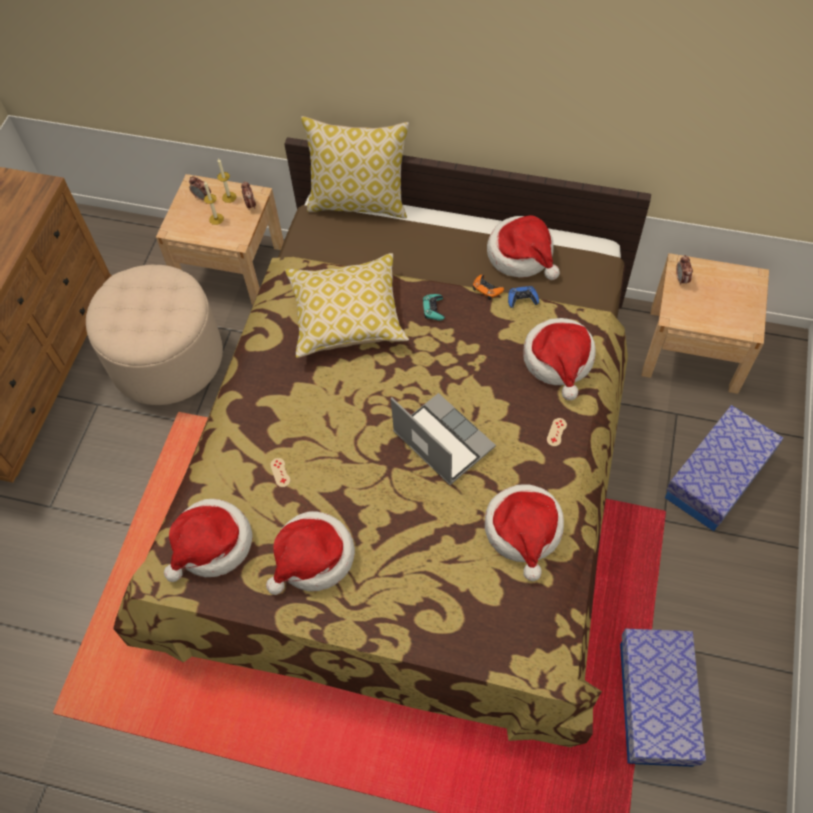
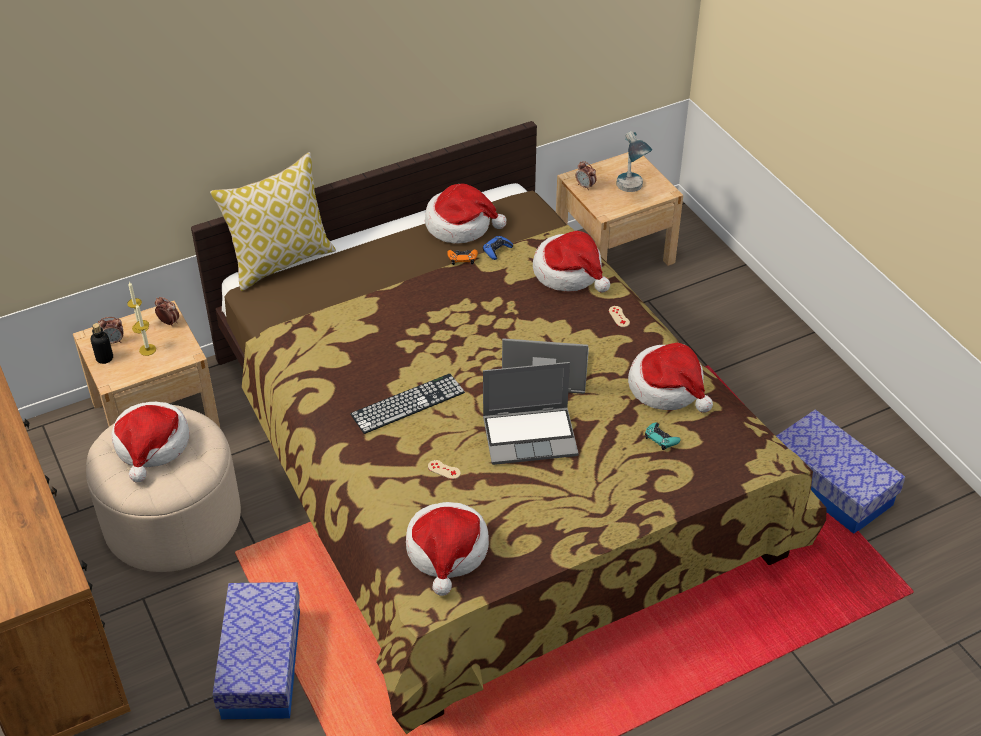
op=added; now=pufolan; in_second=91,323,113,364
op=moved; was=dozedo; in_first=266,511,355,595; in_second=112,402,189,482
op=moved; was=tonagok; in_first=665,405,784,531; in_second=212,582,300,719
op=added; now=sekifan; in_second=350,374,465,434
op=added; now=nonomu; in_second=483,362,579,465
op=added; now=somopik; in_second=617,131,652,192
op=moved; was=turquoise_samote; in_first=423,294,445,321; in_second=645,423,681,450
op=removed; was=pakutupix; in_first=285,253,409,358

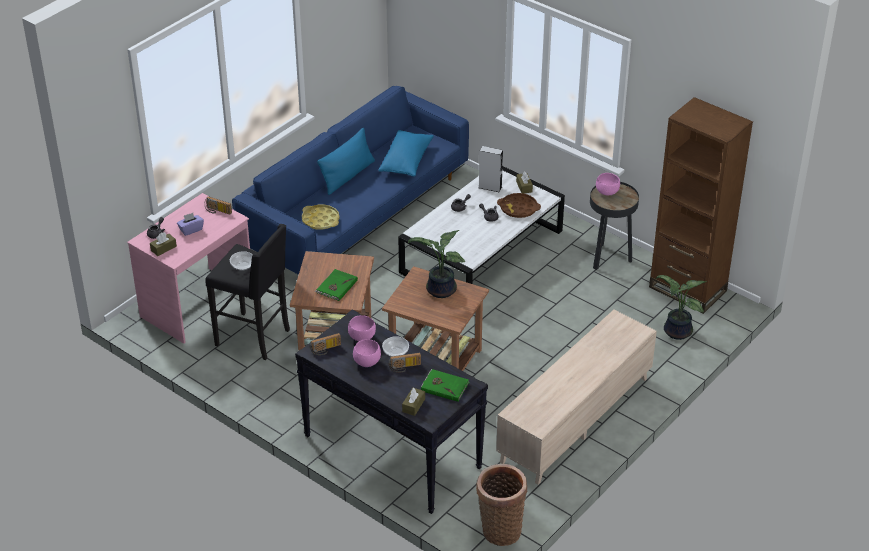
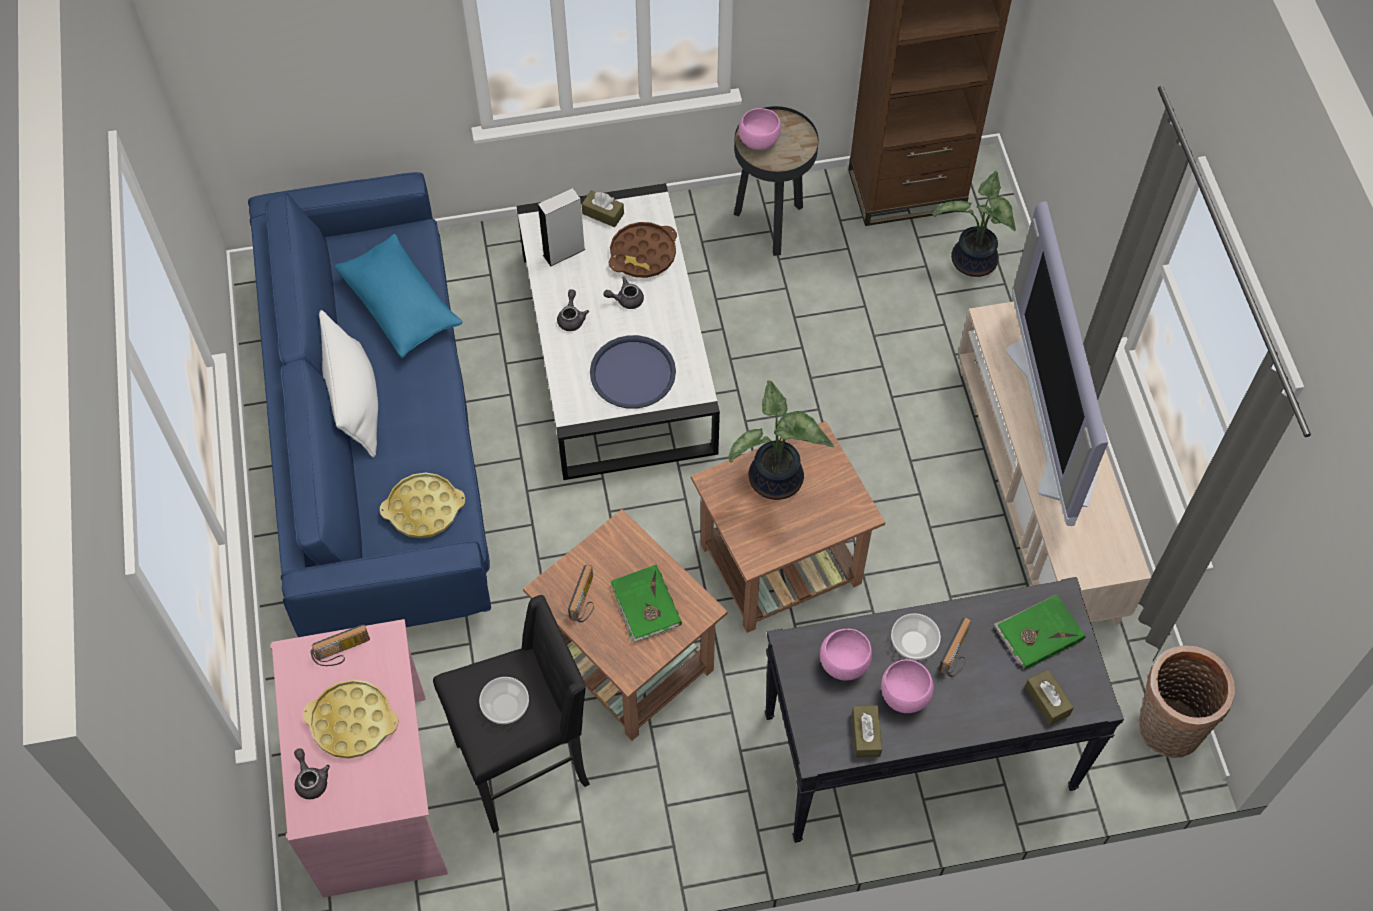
op=replaced; was=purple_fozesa; now=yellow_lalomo; in_first=177,213,204,236; in_second=302,680,399,759
op=recoloured; was=blue_pakutupix; now=white_pakutupix; in_first=317,128,375,195; in_second=319,310,378,457
op=moved; was=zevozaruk; in_first=310,333,341,355; in_second=568,564,594,623
op=added; now=blue_lalomo; in_second=590,335,676,409
op=moved; was=brown_fozesa; in_first=150,232,177,256; in_second=852,705,882,758
op=added; now=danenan; in_second=1006,201,1108,526

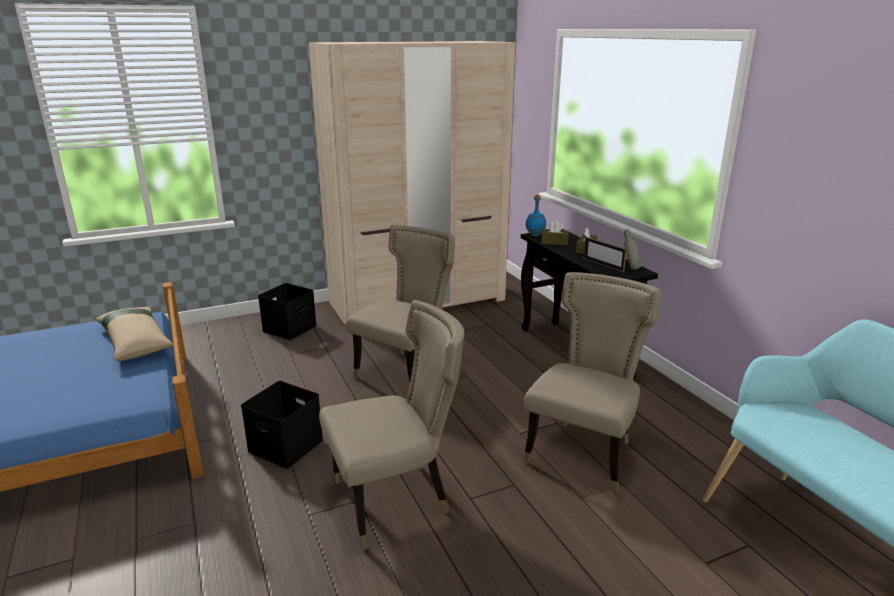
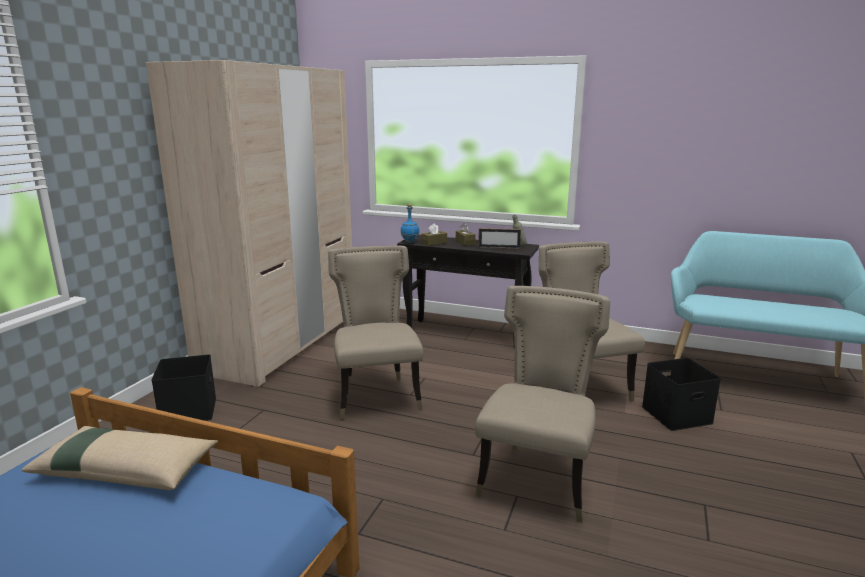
op=moved; was=black_tonagok; in_first=241,381,323,468; in_second=642,358,721,431

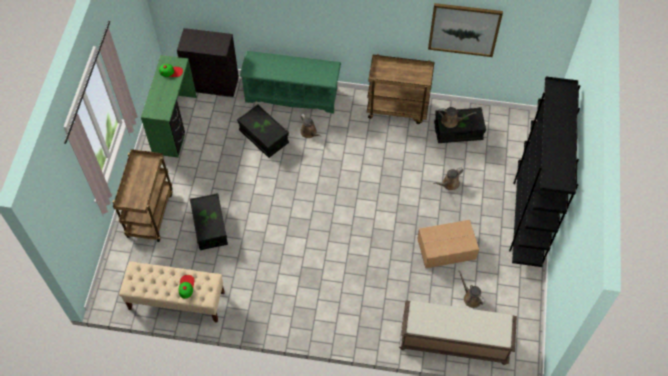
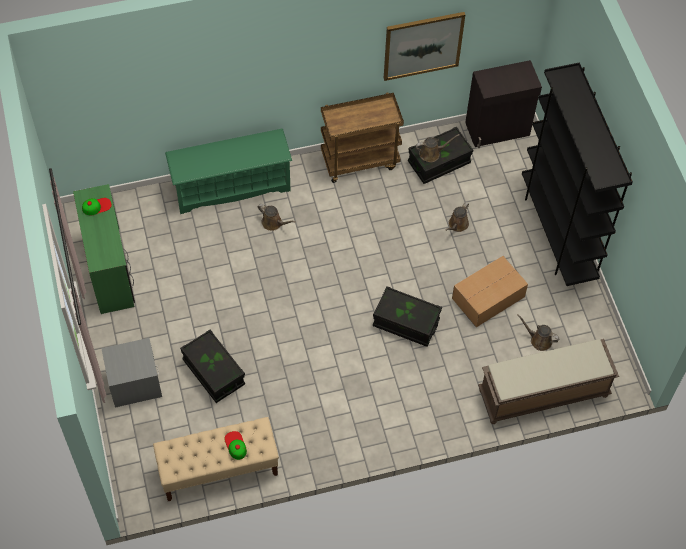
op=replaced; was=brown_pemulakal; now=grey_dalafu; in_first=113,149,173,242; in_second=101,338,162,407
op=moved; was=black_tonagok; in_first=237,104,289,158; in_second=373,286,442,347
op=moved; was=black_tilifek; in_first=177,28,239,97; in_second=465,60,542,148

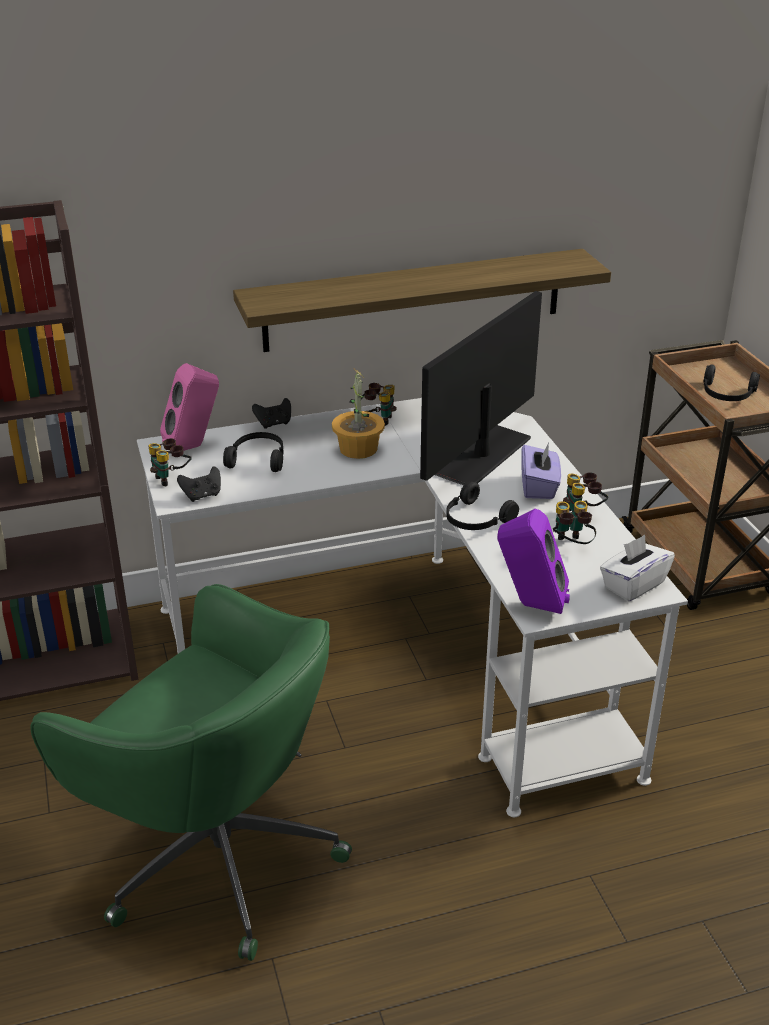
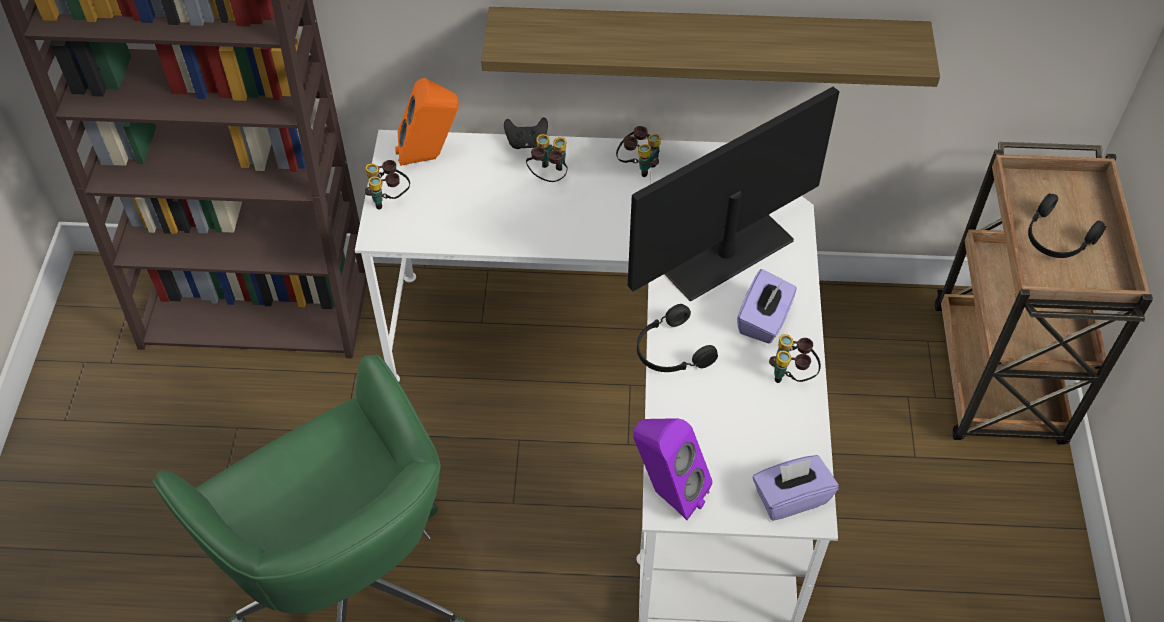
op=recoloured; was=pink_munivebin; now=orange_munivebin; in_first=160,363,219,451; in_second=395,78,459,166
op=moved; was=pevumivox; in_first=553,501,596,544; in_second=526,134,568,182
op=recoloured; was=white_fozesa; now=purple_fozesa; in_first=600,535,675,602; in_second=753,455,839,521
op=removed; was=black_samote; in_first=177,466,221,502
op=removed; was=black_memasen; in_first=223,432,284,472
op=removed; was=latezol; in_first=332,368,385,459

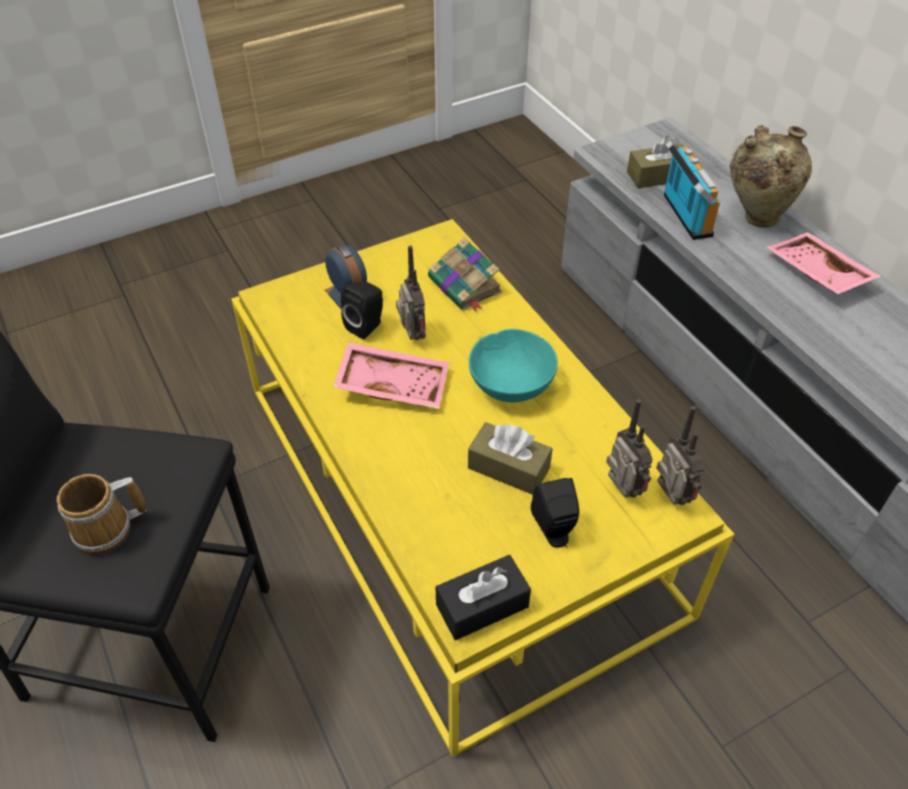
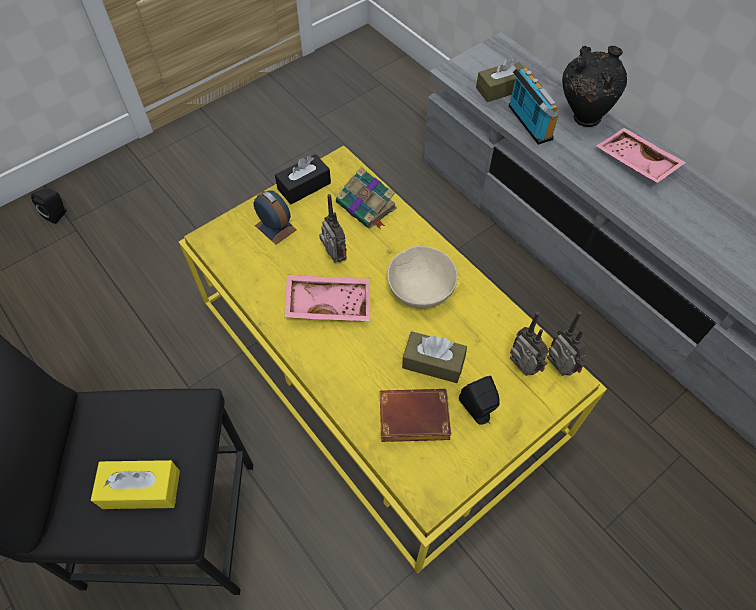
op=moved; was=black_munivebin; in_first=341,282,383,339; in_second=31,189,67,224
op=replaced; was=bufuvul; now=yellow_fozesa; in_first=57,474,146,555; in_second=91,460,180,509
op=moved; was=black_fozesa; in_first=435,555,531,640; in_second=275,154,331,204
op=added; now=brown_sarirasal; in_second=380,389,451,442
op=recoloured; was=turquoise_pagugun; now=beige_pagugun; in_first=469,329,558,403; in_second=387,246,458,308
op=recoloured; was=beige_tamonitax; now=black_tamonitax; in_first=729,125,812,228; in_second=562,46,627,127

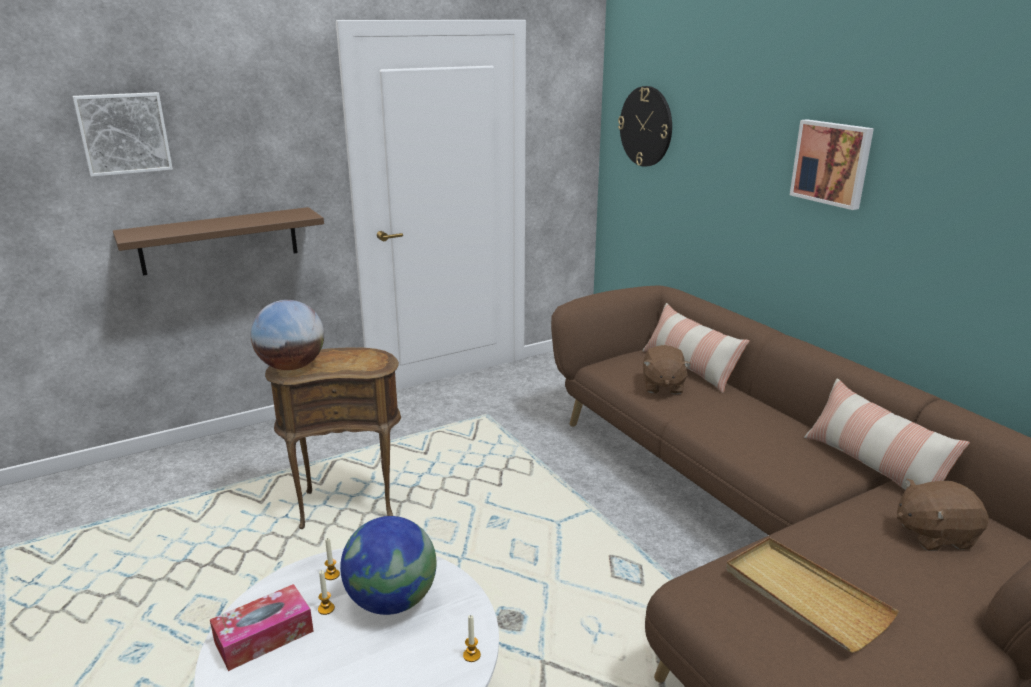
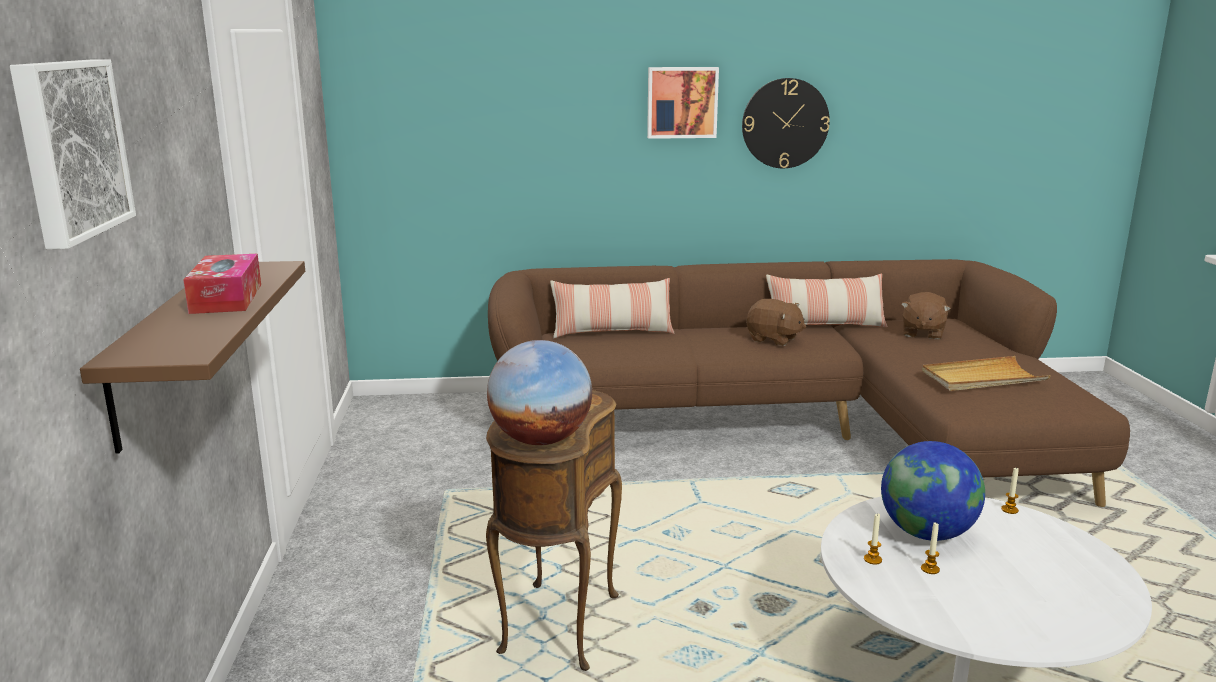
op=moved; was=fozesa; in_first=210,584,314,671; in_second=183,254,261,314
op=moved; was=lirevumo; in_first=618,86,672,167; in_second=742,78,830,168
op=moved; was=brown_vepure; in_first=643,345,691,394; in_second=746,299,806,346

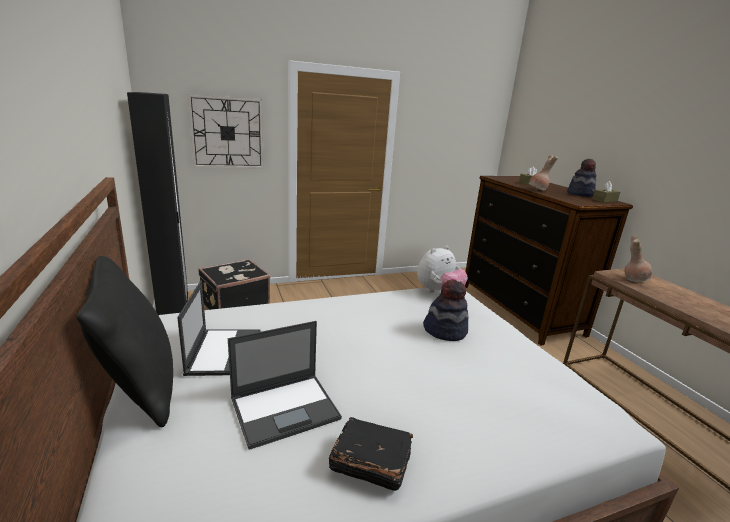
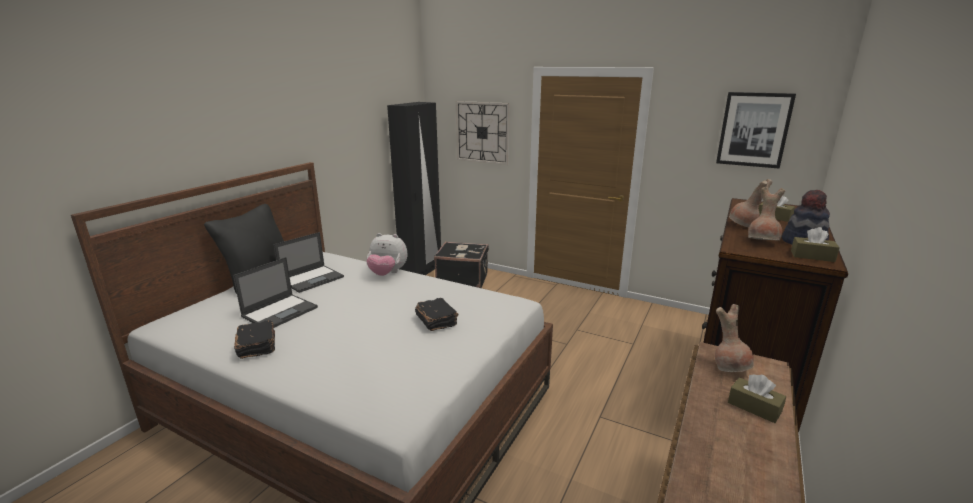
op=turned; was=nonomu; in_first=228,321,342,450; in_second=233,257,318,328; clockwise=-75
op=moved; was=vepure; in_first=417,246,468,293; in_second=366,233,407,276
op=replaced; was=dozedo; now=black_sarirasal; in_first=423,279,468,341; in_second=415,298,459,331
op=added; now=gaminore; in_second=716,92,796,169
op=added; now=brown_fozesa; in_second=728,375,786,423
op=added; now=brown_tamonitax; in_second=748,187,785,241

